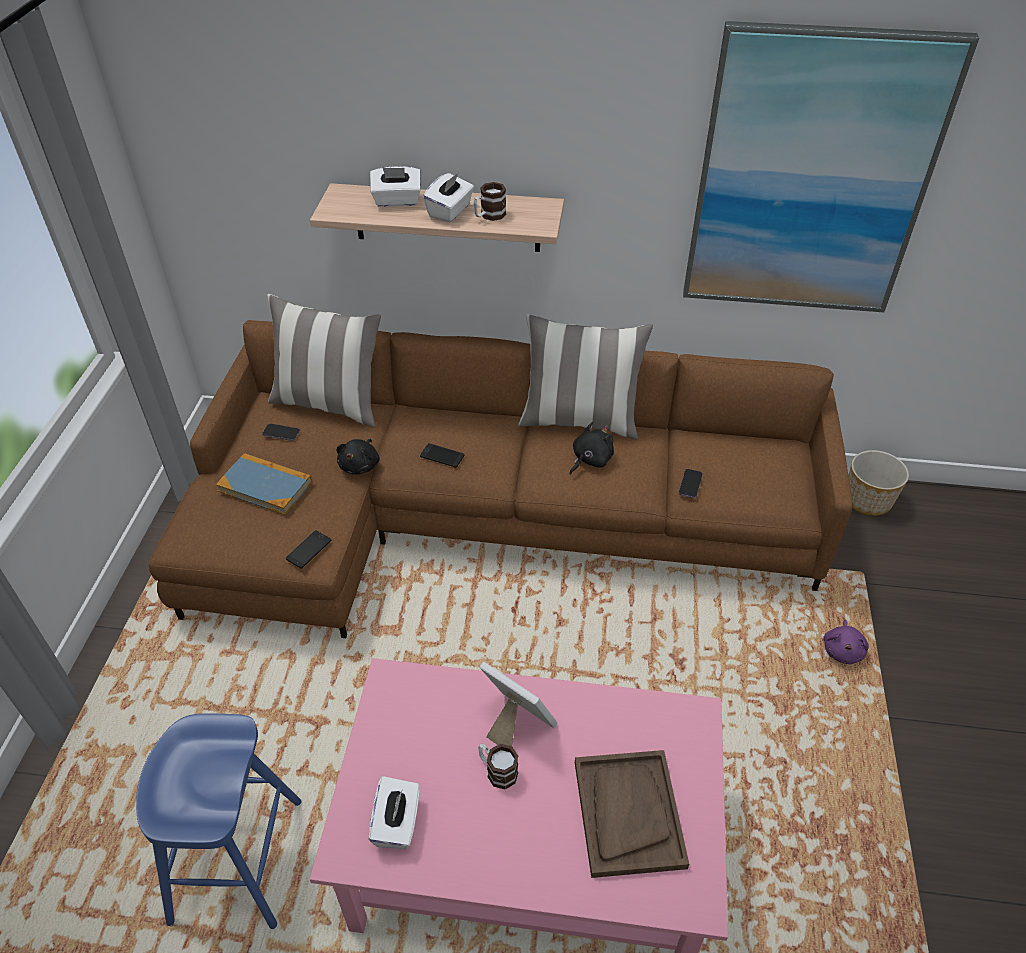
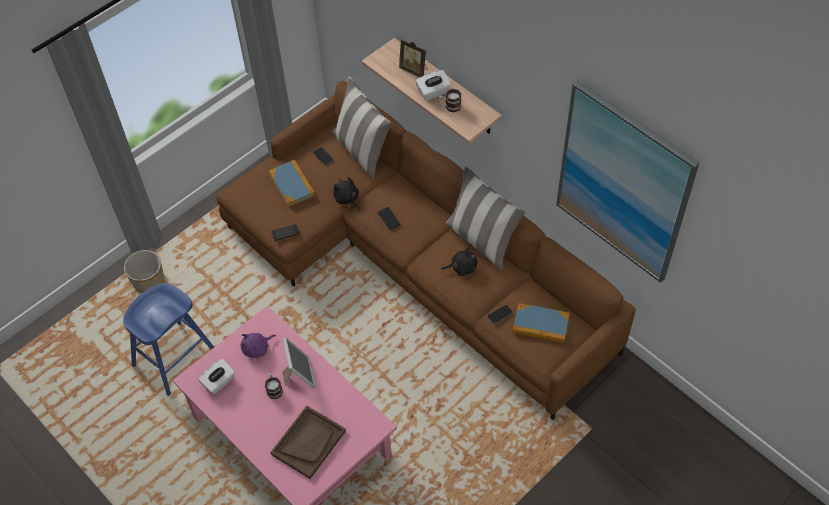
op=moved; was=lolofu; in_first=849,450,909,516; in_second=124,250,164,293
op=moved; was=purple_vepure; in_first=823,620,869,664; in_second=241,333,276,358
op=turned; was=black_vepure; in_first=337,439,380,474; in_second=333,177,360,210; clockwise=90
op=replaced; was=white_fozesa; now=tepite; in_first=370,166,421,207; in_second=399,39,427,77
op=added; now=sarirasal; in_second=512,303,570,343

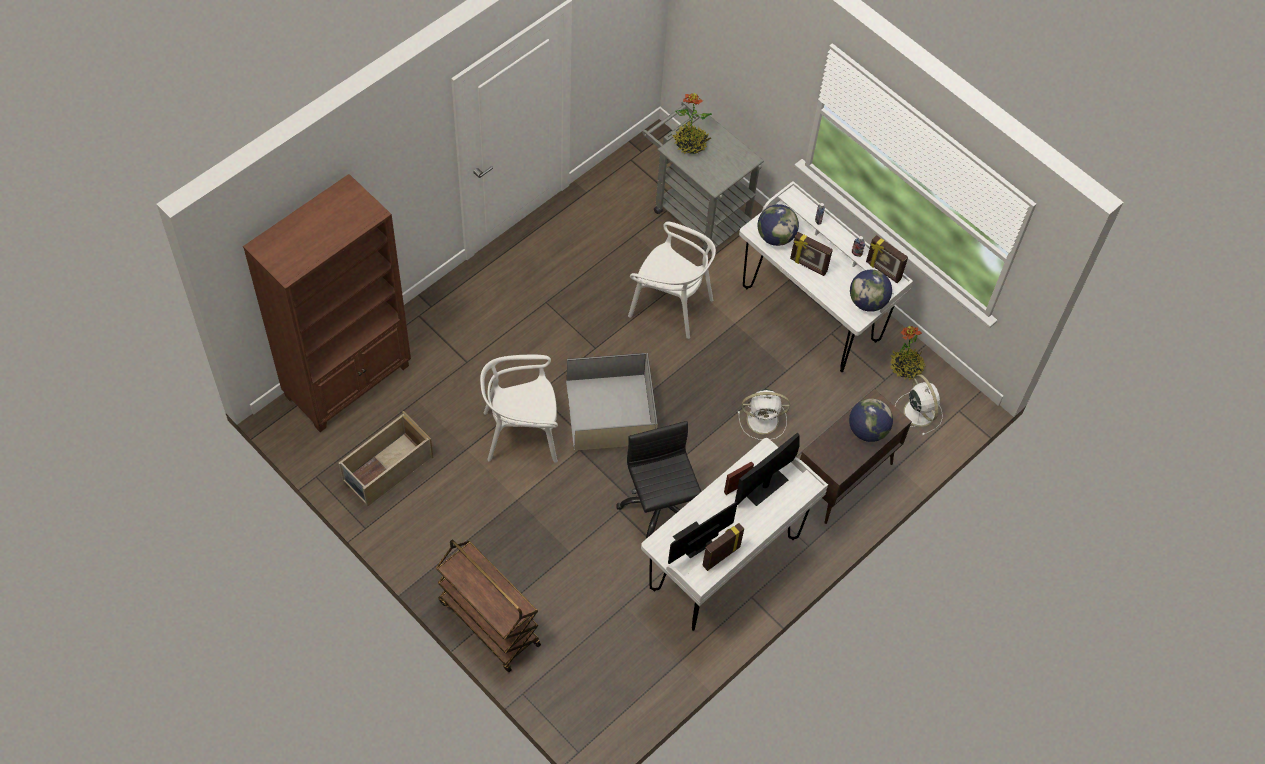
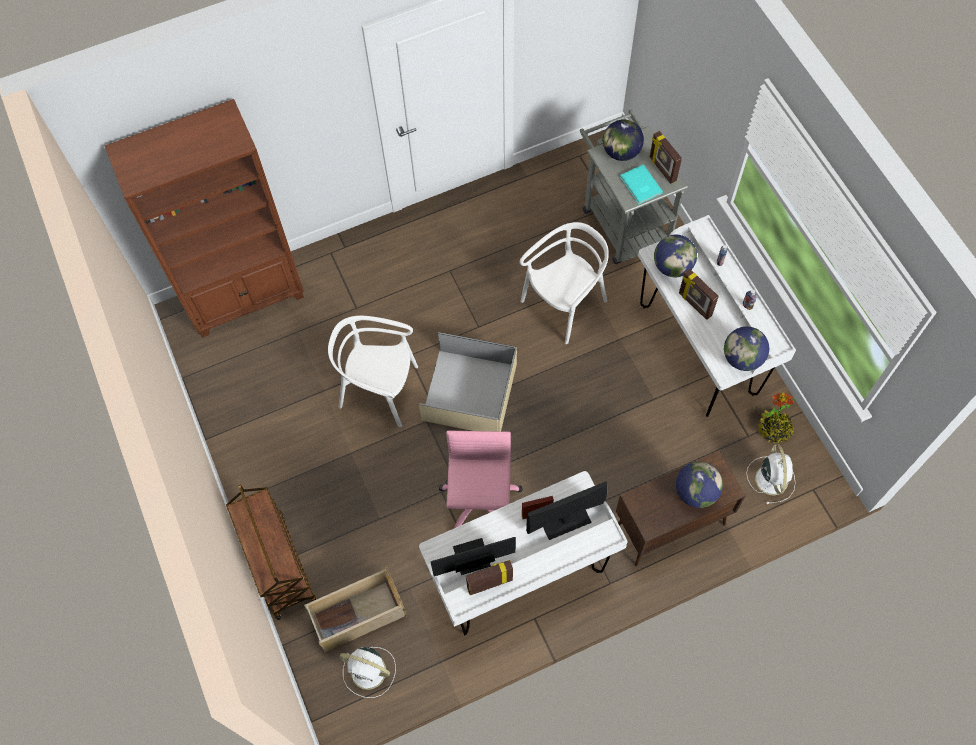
op=moved; was=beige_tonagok; in_first=338,411,433,507; in_second=304,566,407,652
op=moved; was=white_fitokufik; in_first=738,389,790,440; in_second=339,647,396,698
op=recoloured; was=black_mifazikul; now=pink_mifazikul; in_first=617,421,701,539; in_second=439,431,523,528
op=turned; was=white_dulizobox; in_first=628,222,716,339; in_second=520,222,609,344; clockwise=-90
op=replaced; was=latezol; now=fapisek; in_first=672,93,712,154; in_second=603,119,644,161
op=added; now=turquoise_sarirasal; in_second=620,164,663,204
op=moved; was=tepite; in_first=866,235,908,283; in_second=650,131,682,184

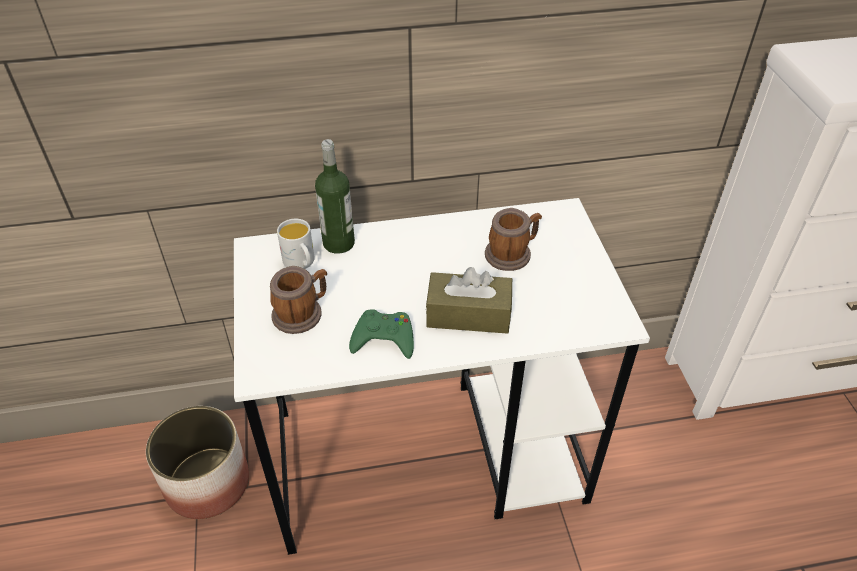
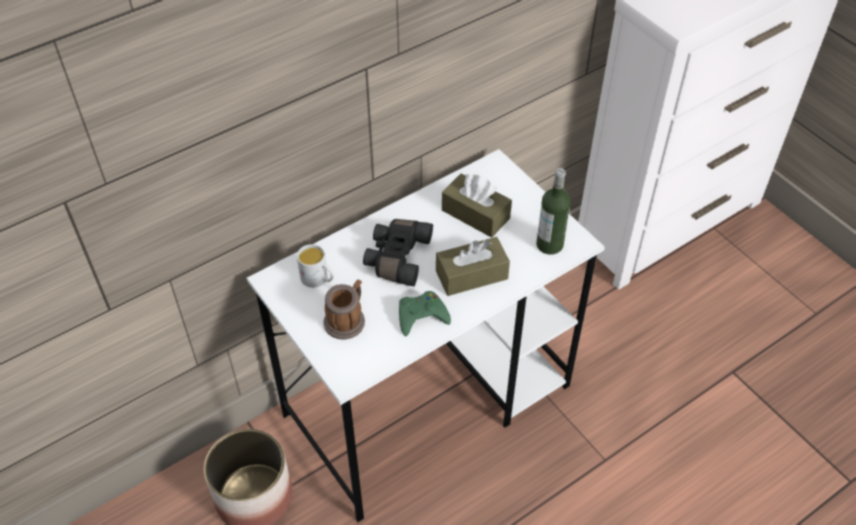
op=added; now=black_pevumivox; in_second=363,219,433,286
op=replaced; was=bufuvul; now=brown_fozesa; in_first=485,208,542,271; in_second=442,174,512,238
op=moved; was=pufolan; in_first=315,139,355,254; in_second=536,168,571,255

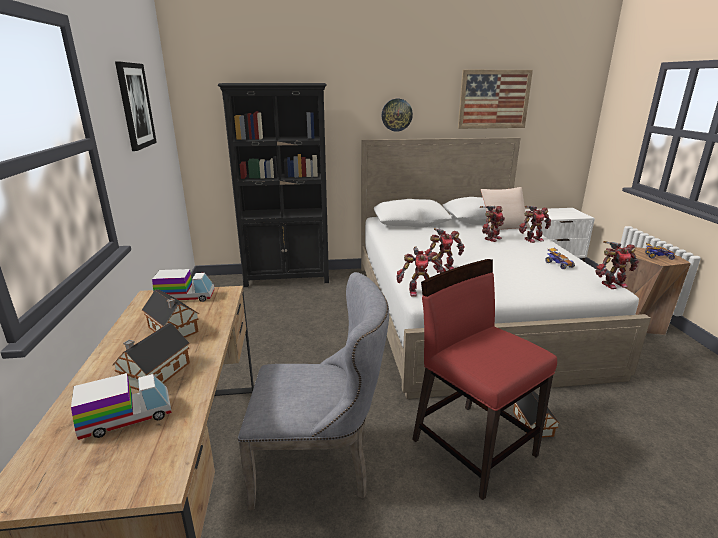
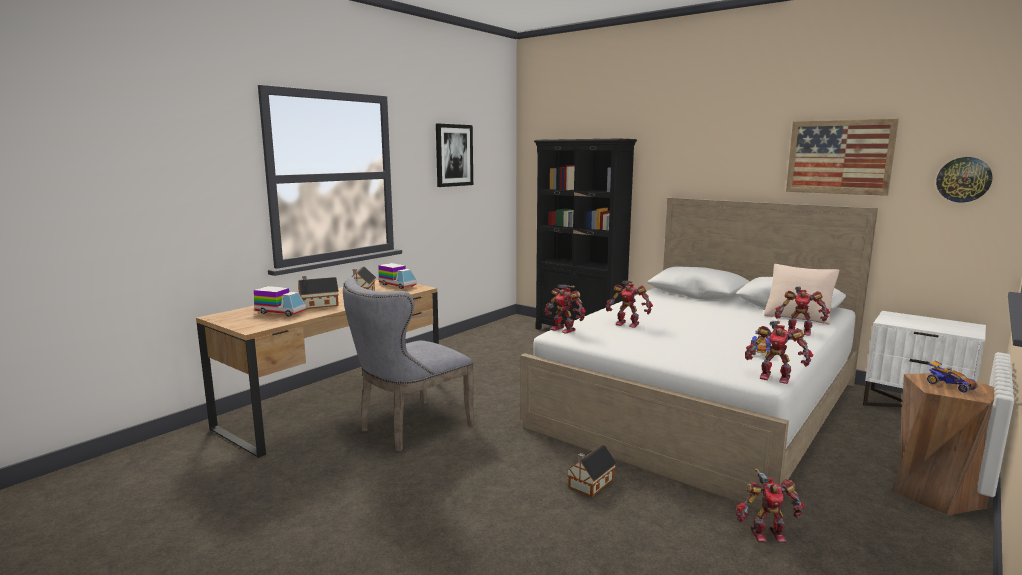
op=turned; was=grey_dulizobox; in_first=238,272,389,510; in_second=343,277,474,451; clockwise=90
op=moved; was=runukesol; in_first=480,206,505,242; in_second=735,468,804,543
op=moved; was=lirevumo; in_first=382,99,413,132; in_second=936,157,992,203
op=removed; was=red_dulizobox; in_first=412,259,557,500

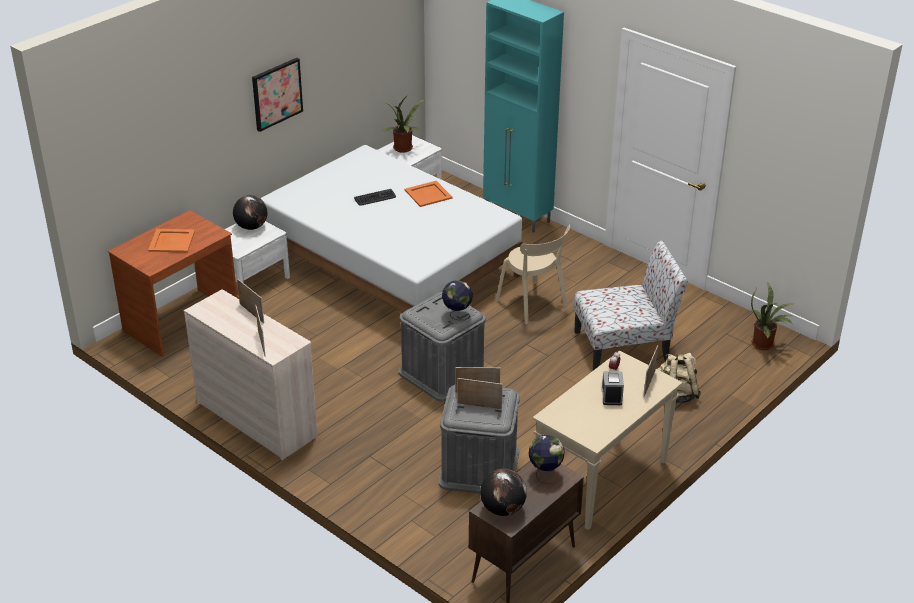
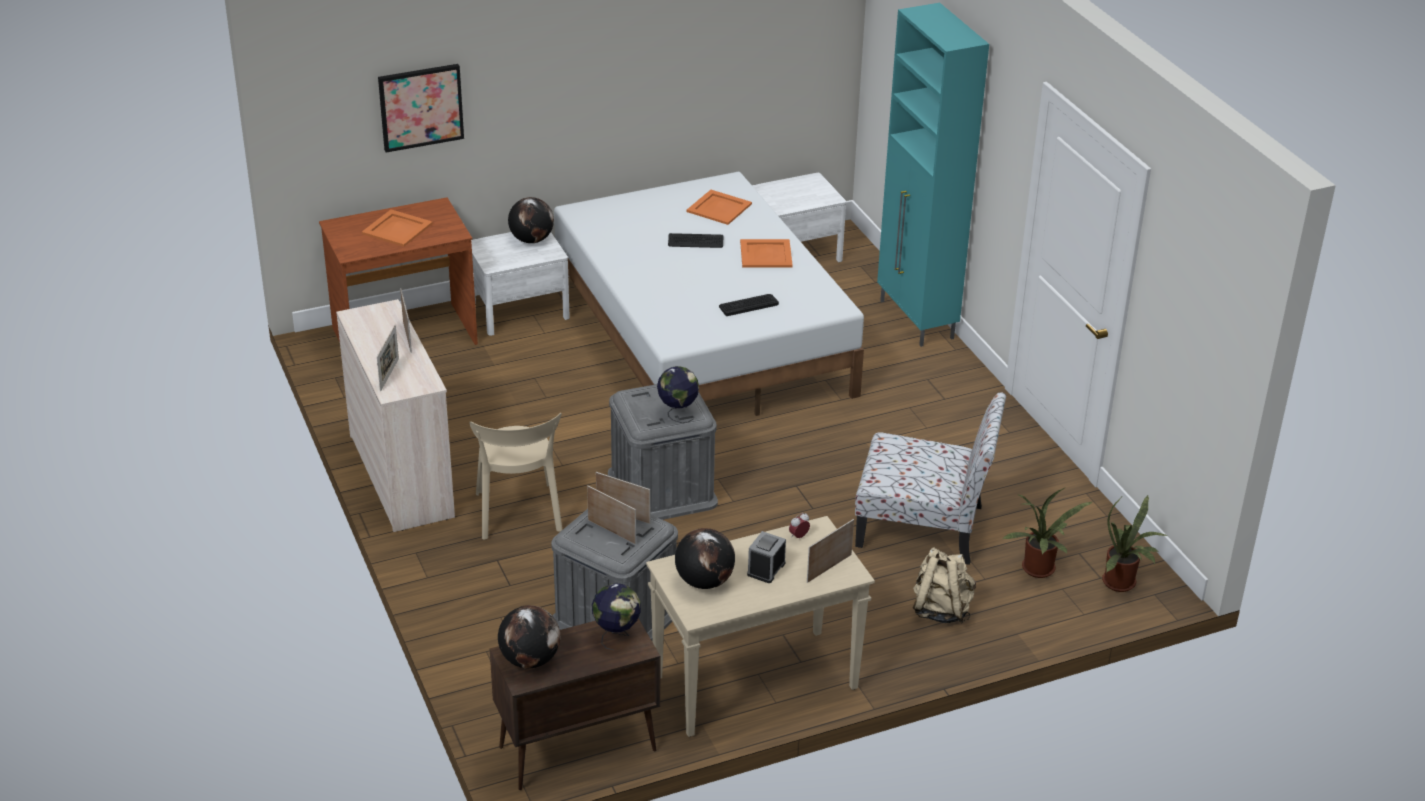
op=moved; was=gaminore; in_first=252,58,303,132; in_second=378,64,464,153
op=moved; was=beige_dulizobox; in_first=496,225,570,324; in_second=469,413,562,540
op=added; now=fapisek; in_second=675,528,735,589
op=added; now=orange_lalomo; in_second=686,190,752,225
op=added; now=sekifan; in_second=719,294,779,316
op=moved; was=latezol; in_first=381,95,425,153; in_second=1002,487,1092,578

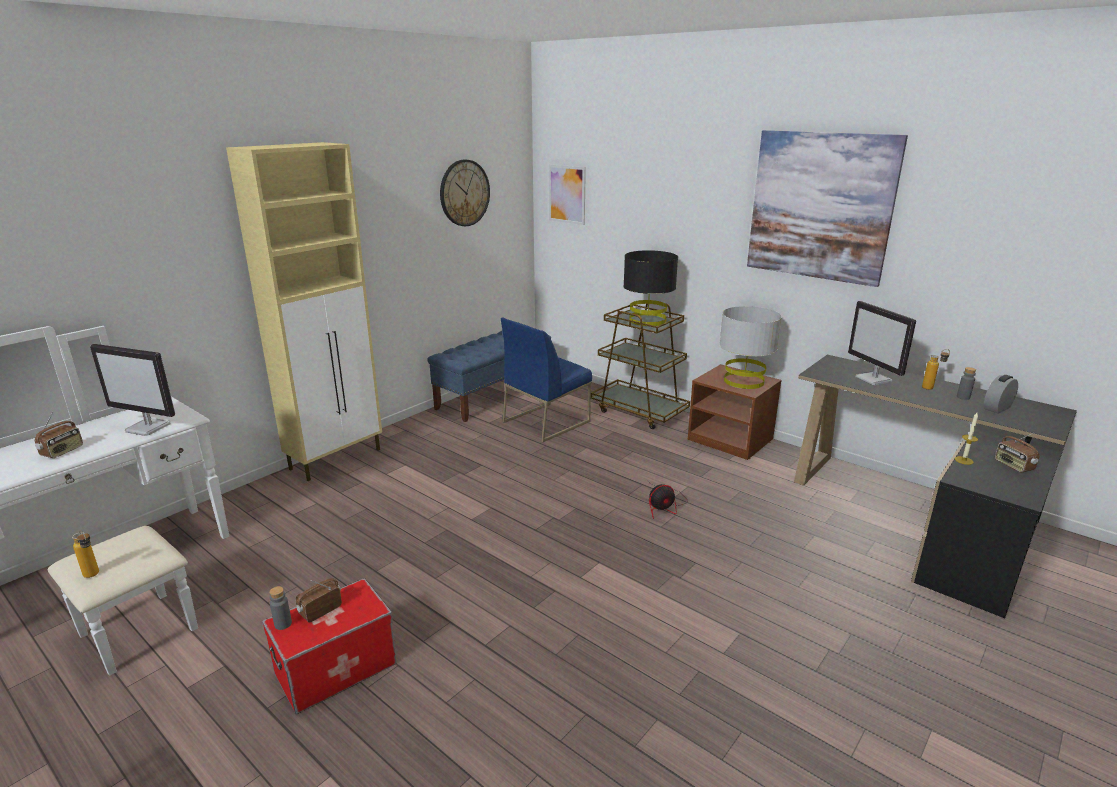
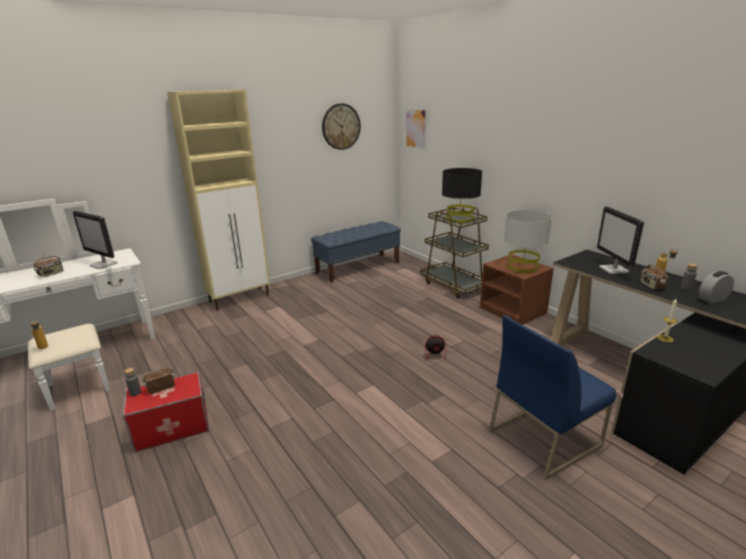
op=moved; was=blue_dulizobox; in_first=501,318,592,442; in_second=489,315,616,480
op=moved; was=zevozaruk; in_first=995,433,1040,473; in_second=640,261,668,290
op=removed; was=gaminore; in_first=747,130,908,287

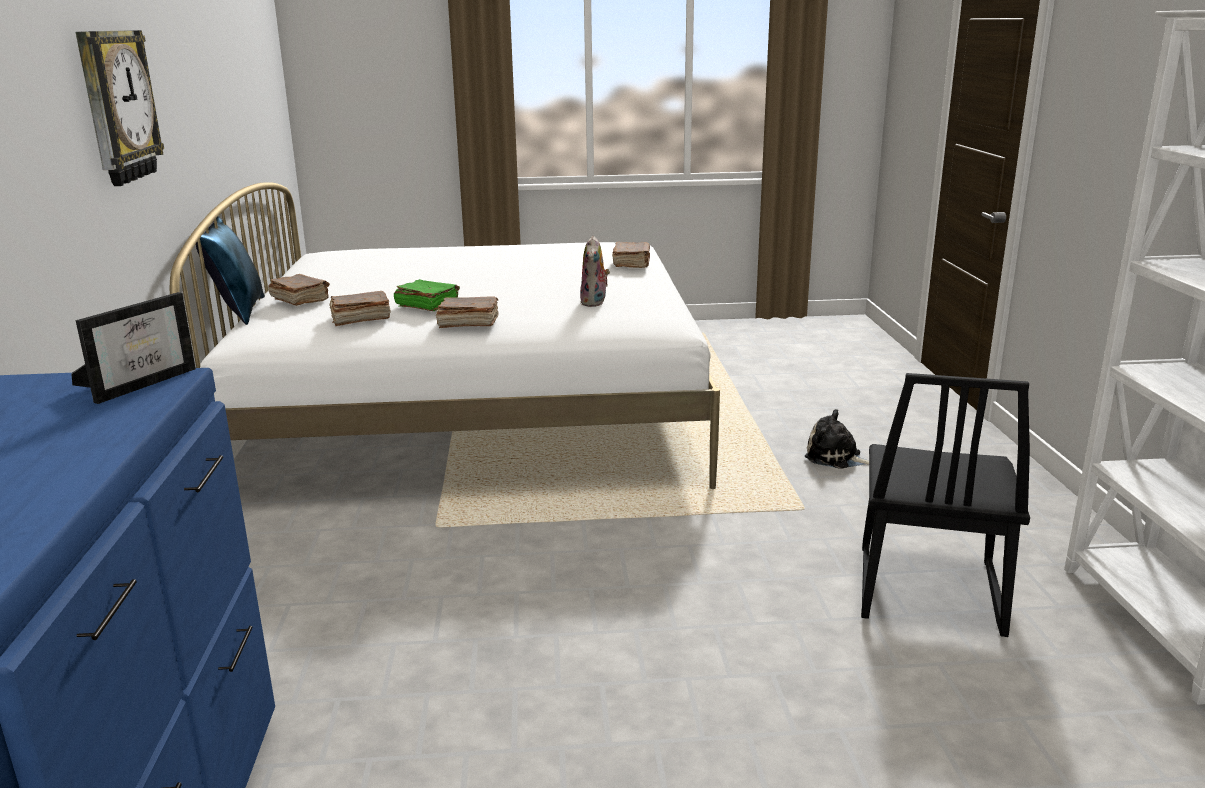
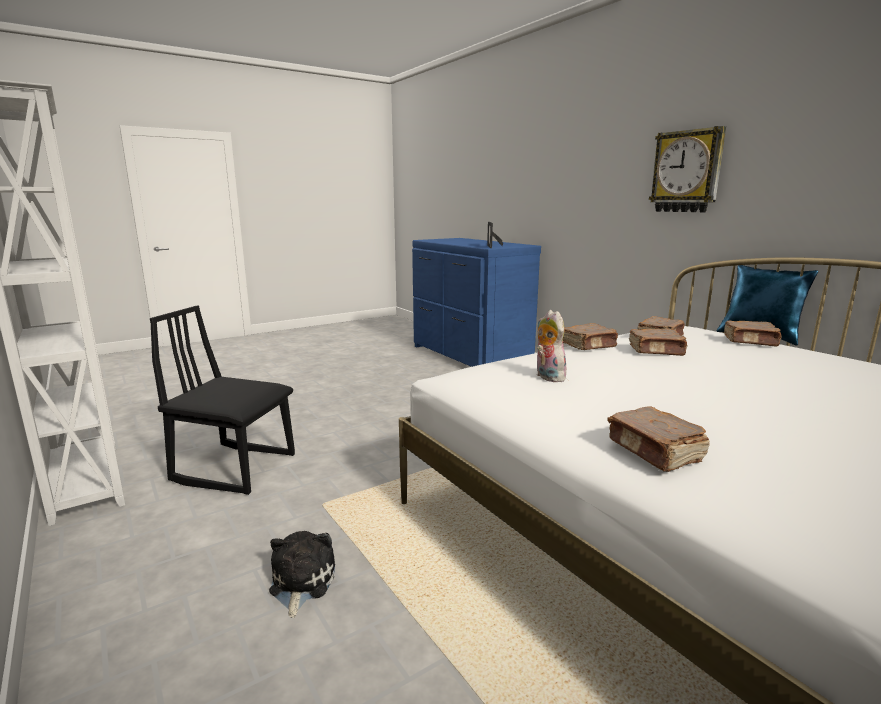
op=turned; was=black_dulizobox; in_first=861,373,1030,637; in_second=150,305,295,495; clockwise=-60
op=turned; was=vepure; in_first=805,409,869,469; in_second=269,531,335,618; clockwise=-90
op=recoloured; was=green_sarirasal; now=brown_sarirasal; in_first=394,279,460,311; in_second=629,329,688,356

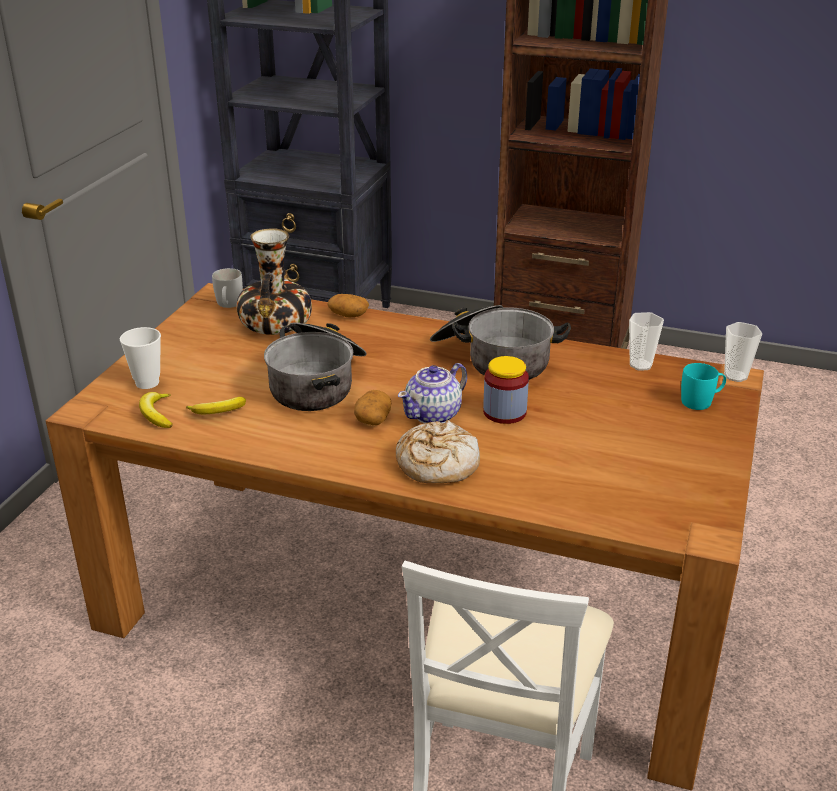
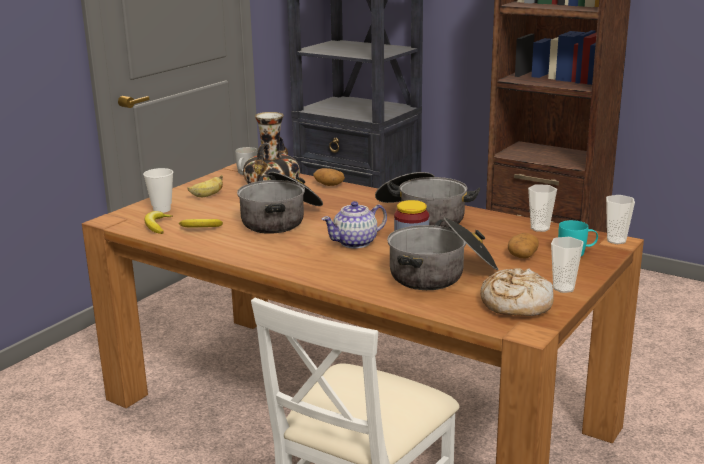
op=added; now=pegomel; in_second=188,175,223,197
op=added; now=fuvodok; in_second=387,217,499,290
op=moved; was=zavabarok; in_first=396,420,480,483; in_second=480,268,554,316
op=moved; was=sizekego; in_first=354,390,391,425; in_second=508,233,539,259
op=added; now=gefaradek; in_second=551,237,584,293

